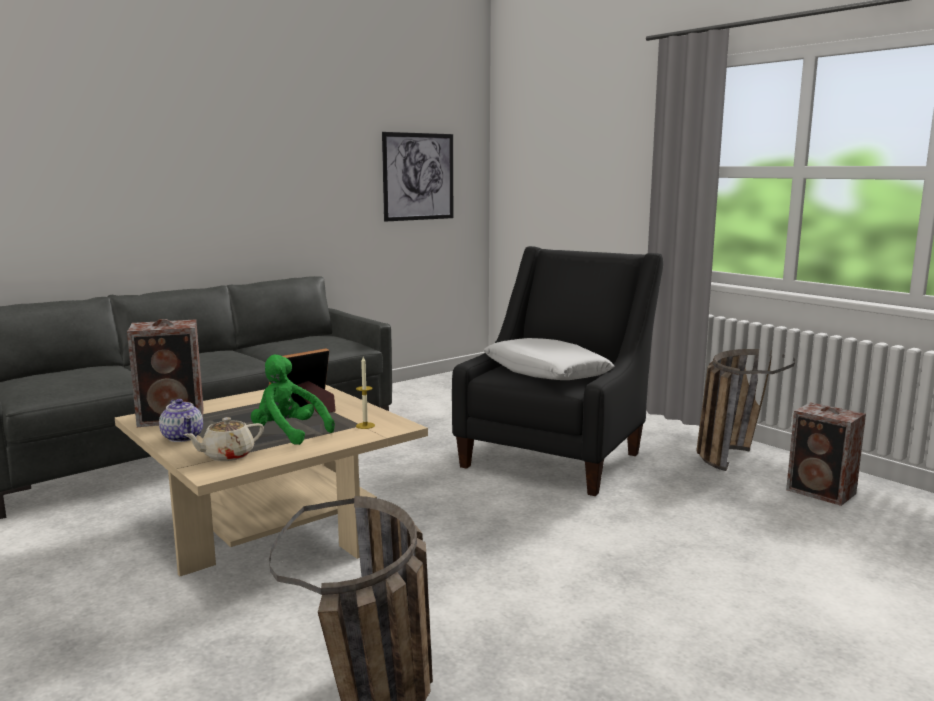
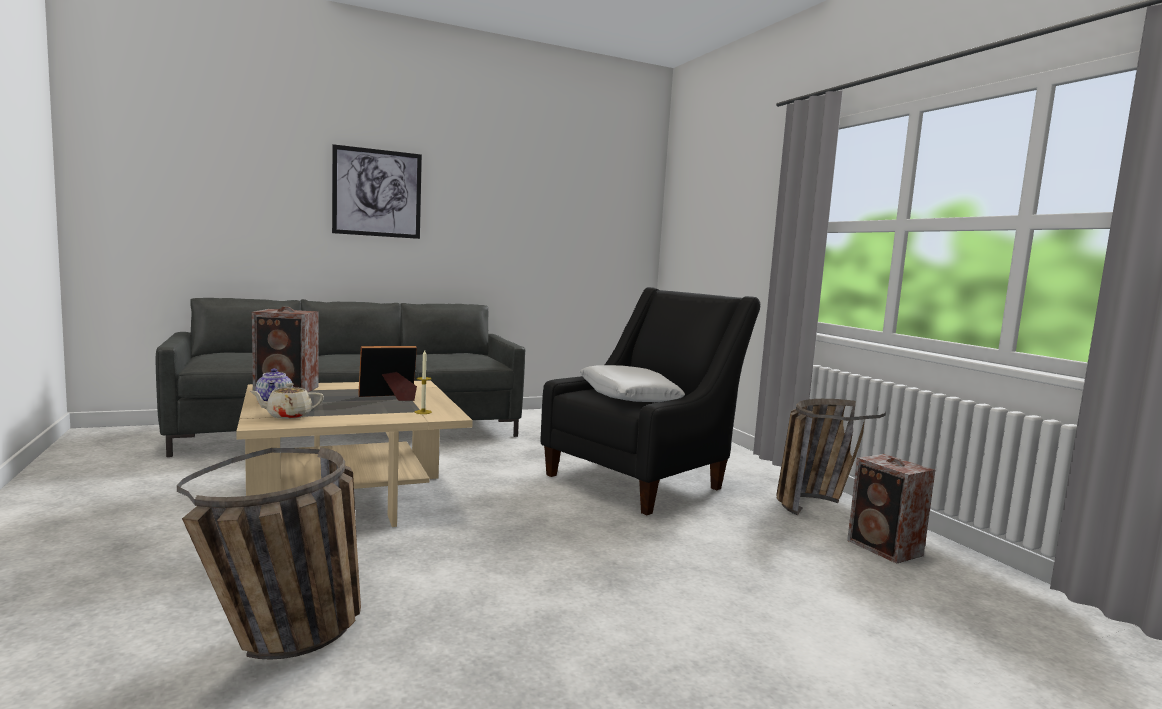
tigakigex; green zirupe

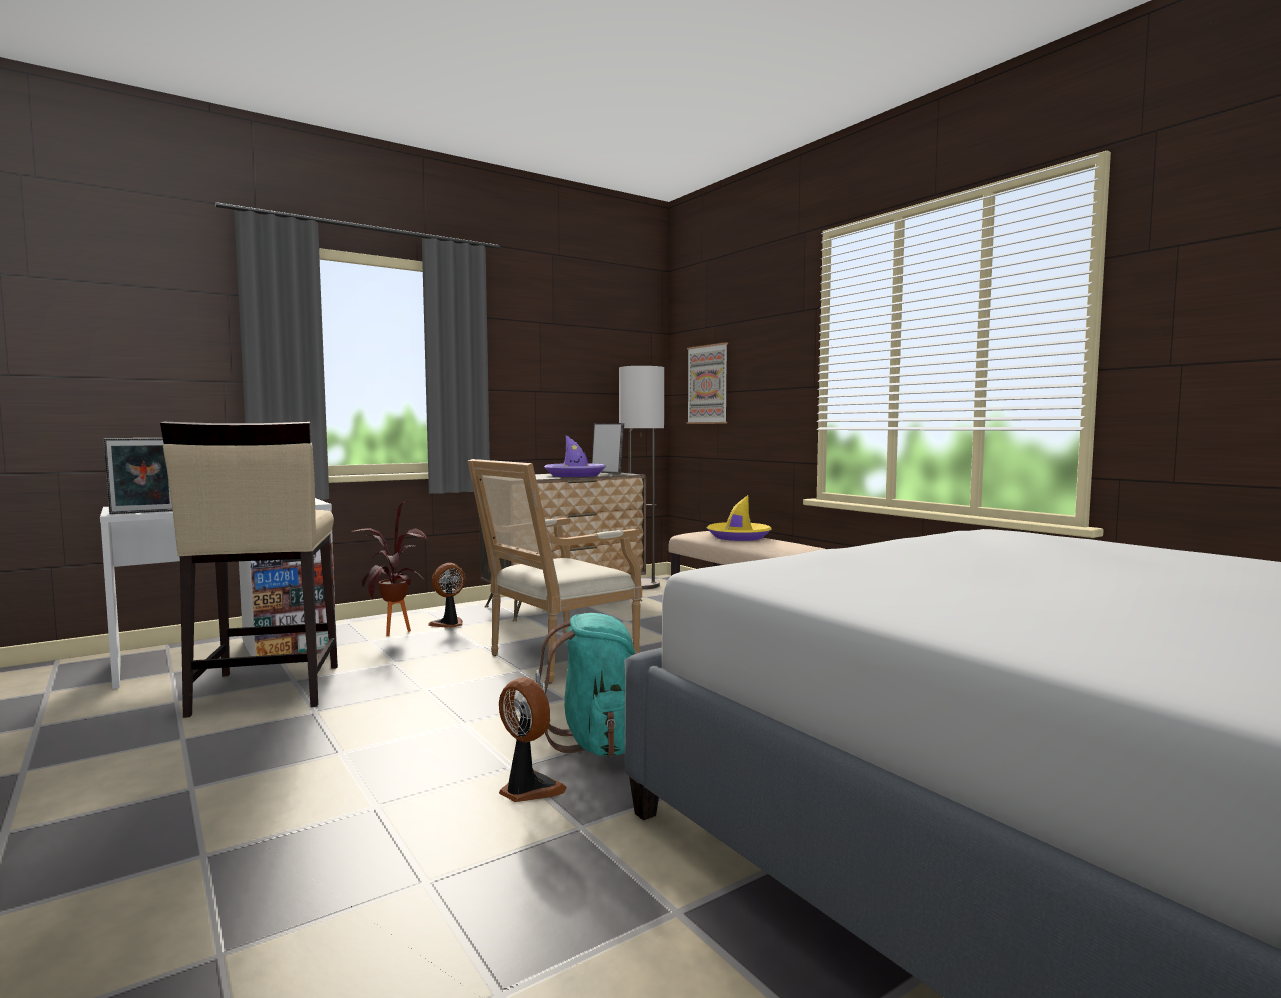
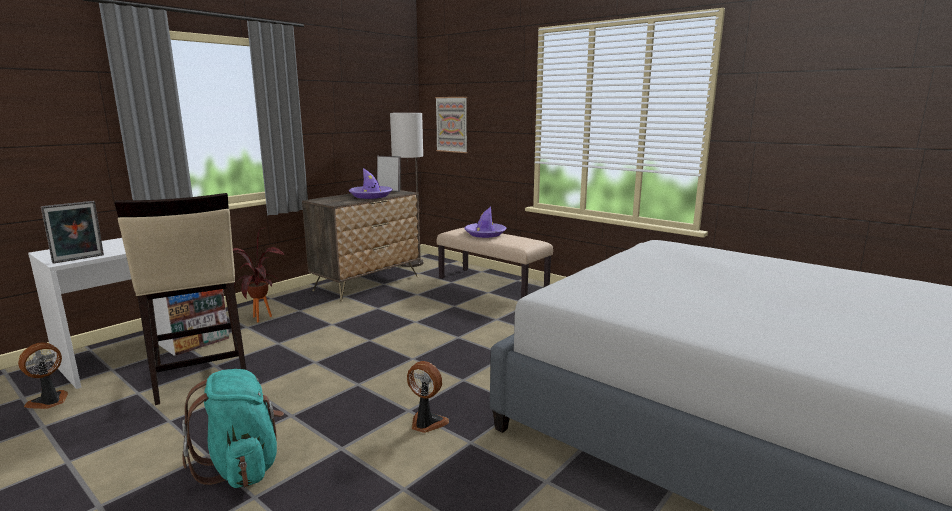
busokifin; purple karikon (2nd from left); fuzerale (1st from left); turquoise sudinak

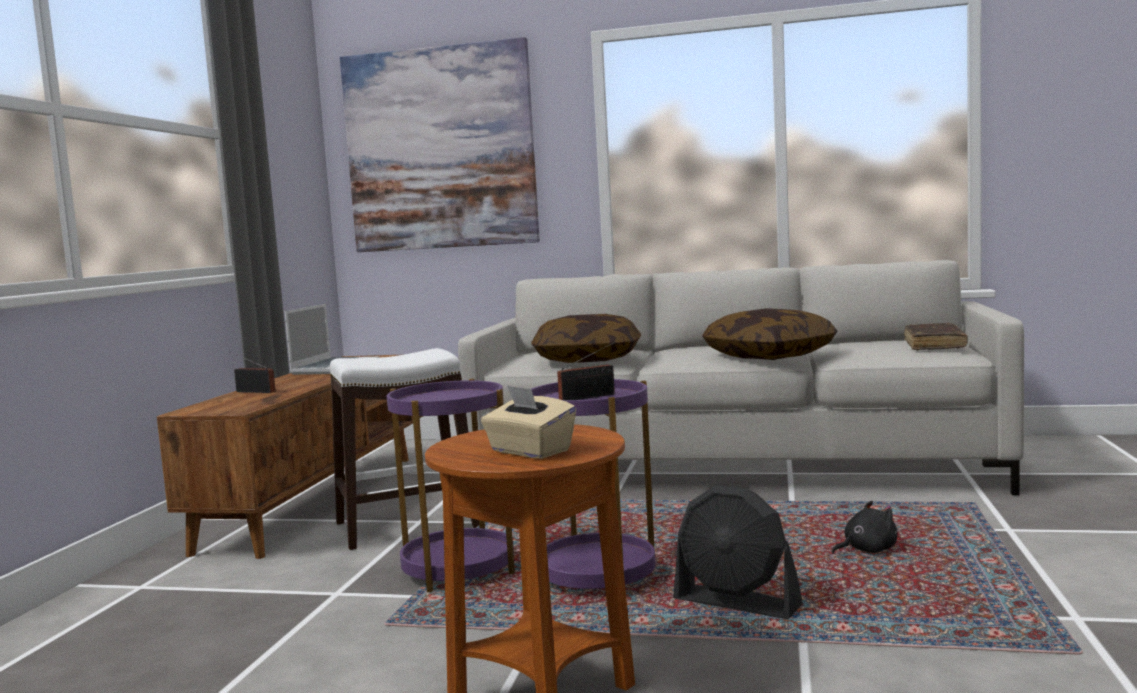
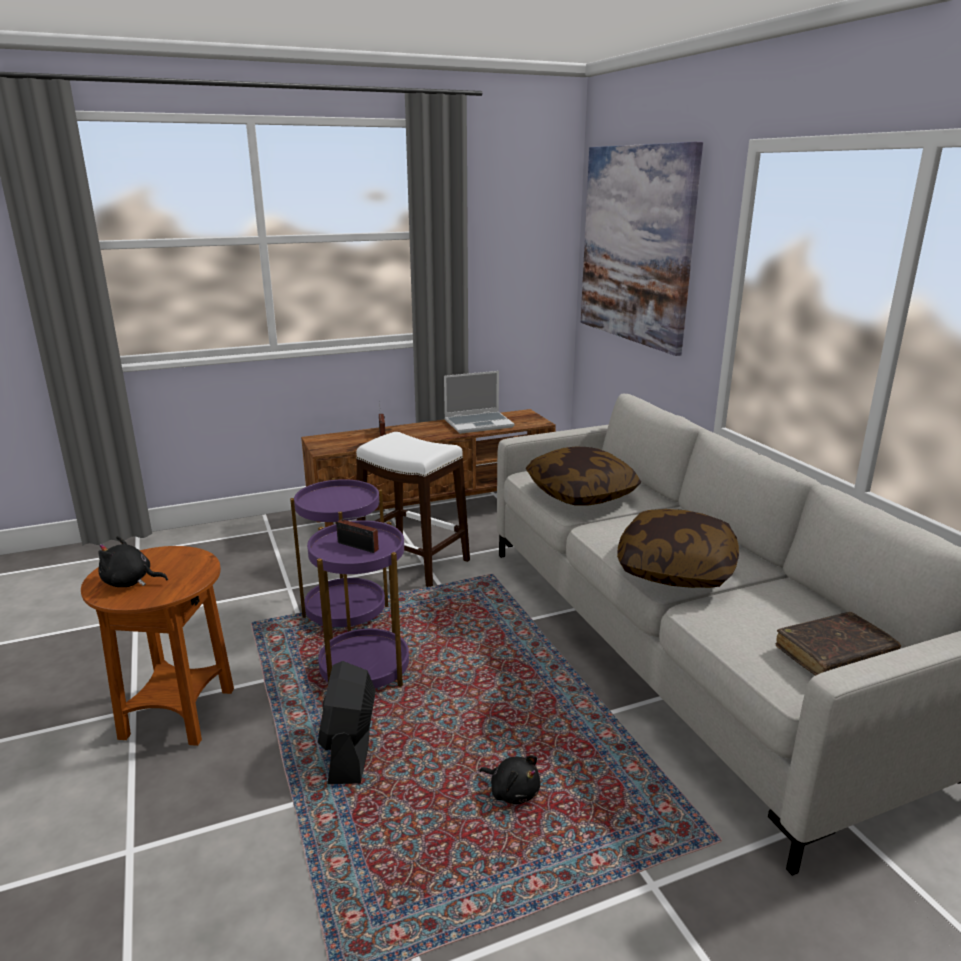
black zirupe (1st from left)

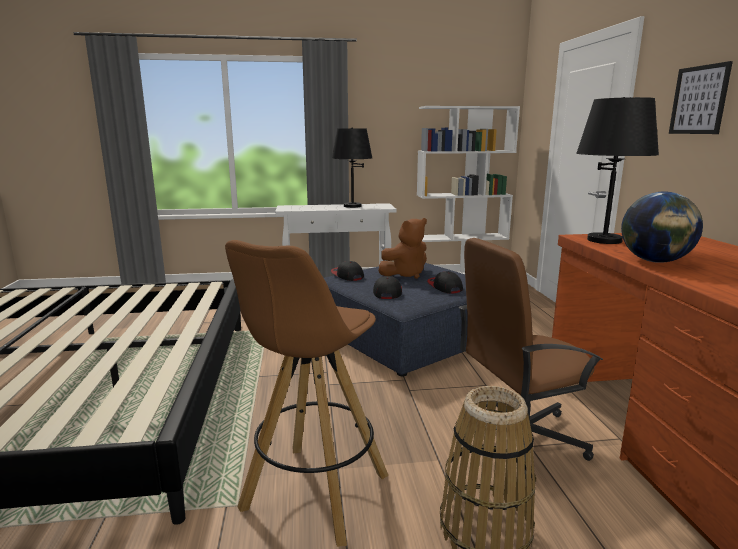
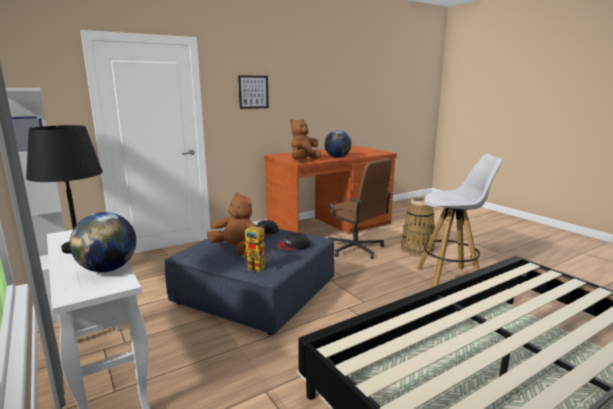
brown zirupe (2nd from left); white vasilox; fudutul; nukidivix (1st from left)

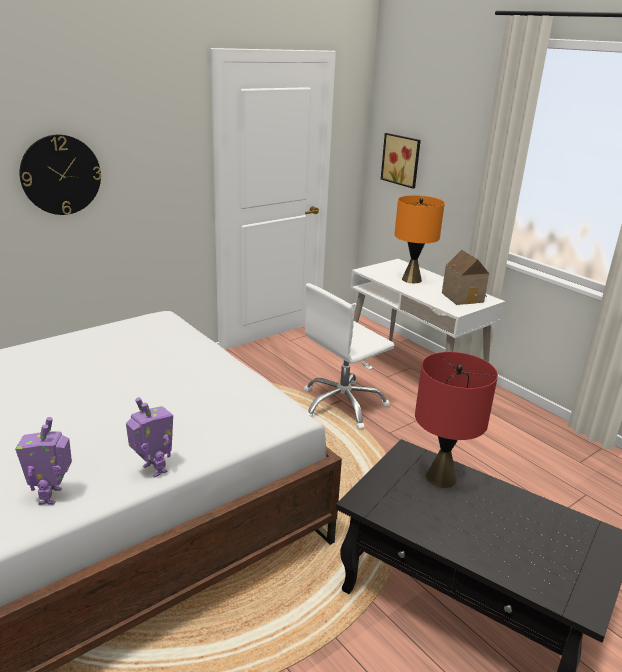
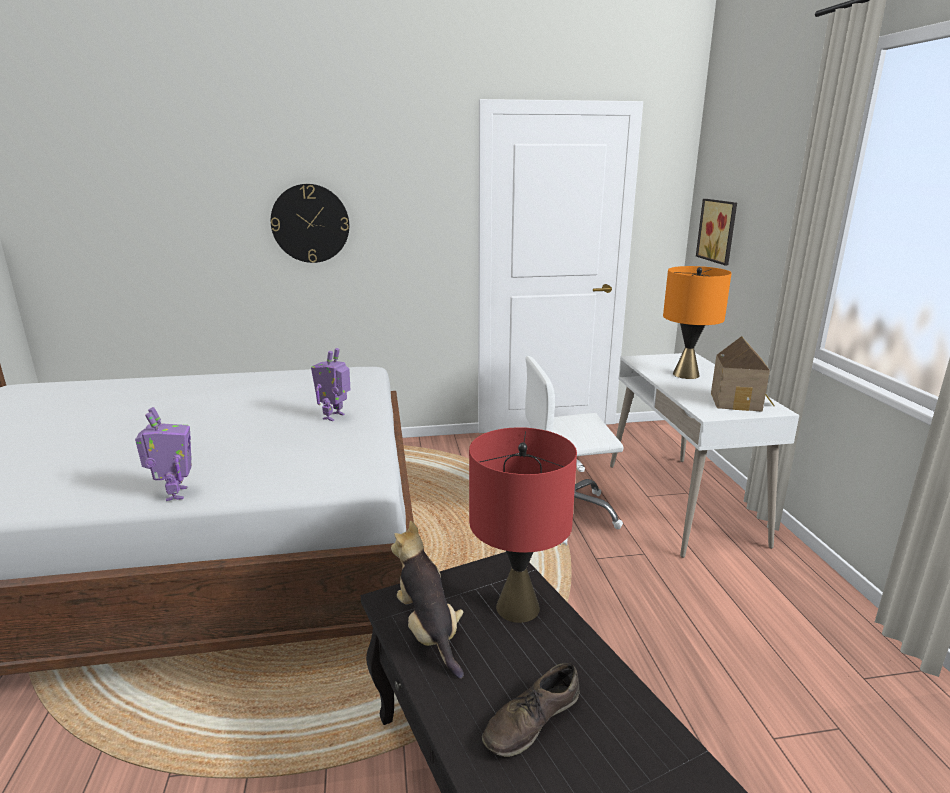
fudutul (2nd from left); zirupe; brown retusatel

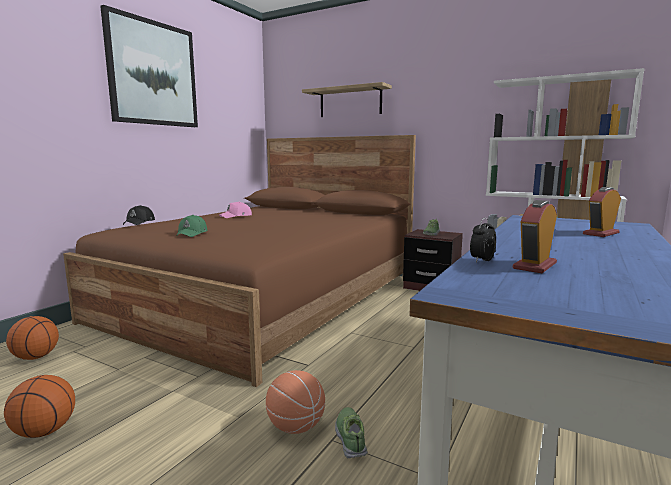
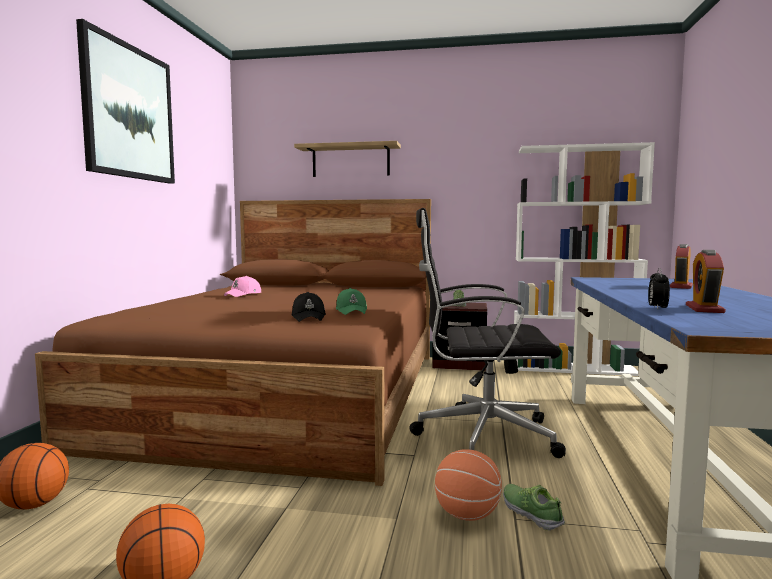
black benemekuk; green benemekuk; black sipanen

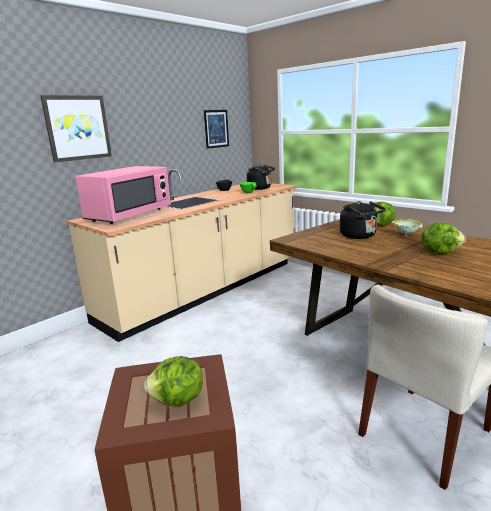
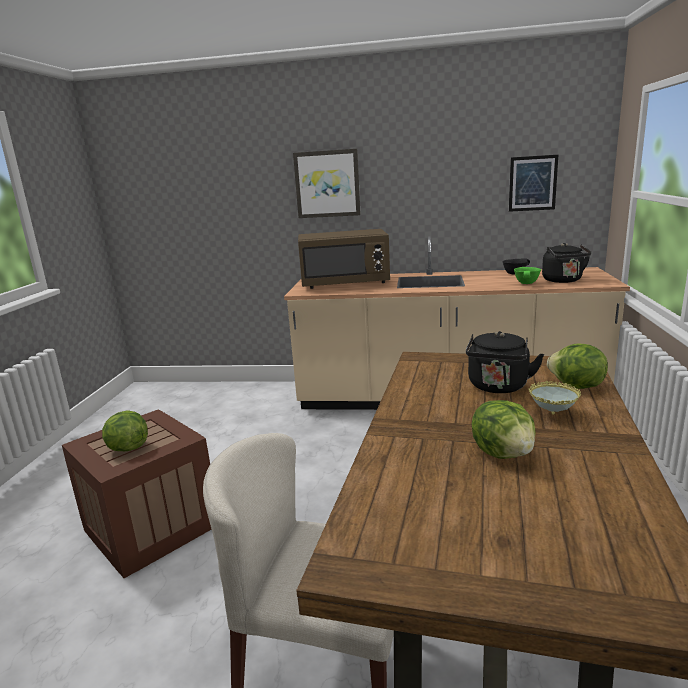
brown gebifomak

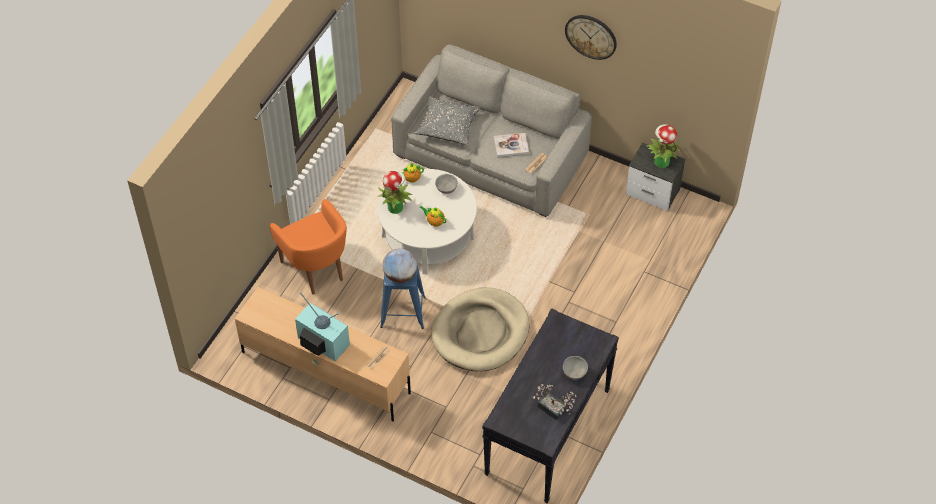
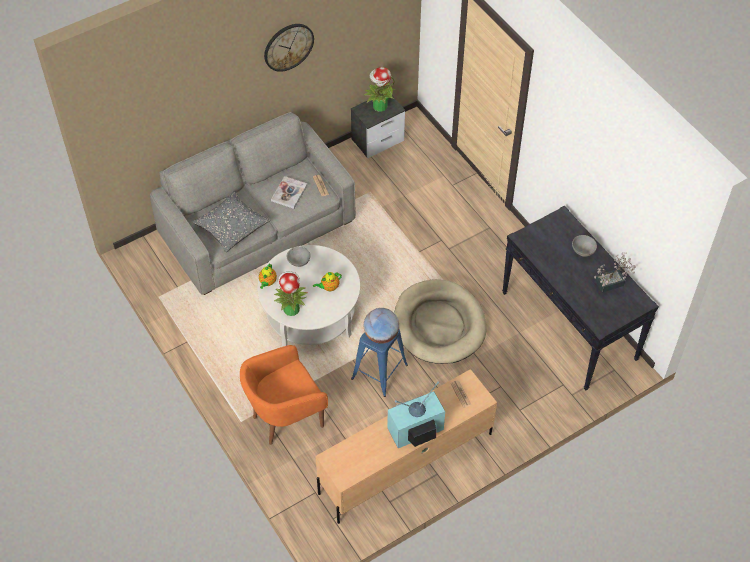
orange busokifin

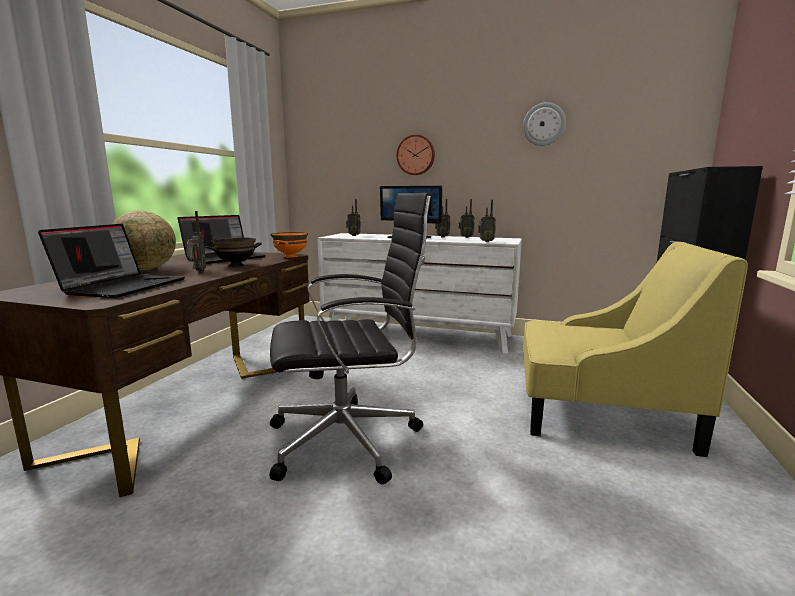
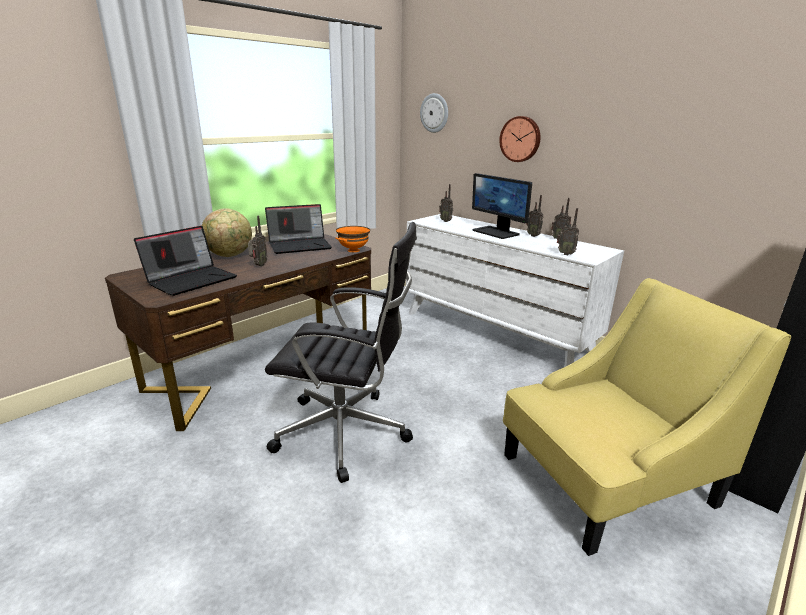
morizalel (1st from left); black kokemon; yellow busokifin

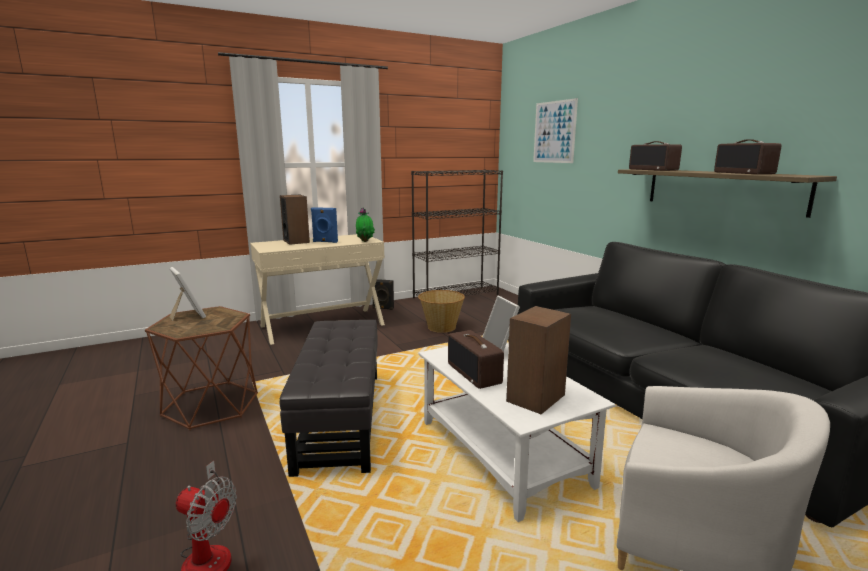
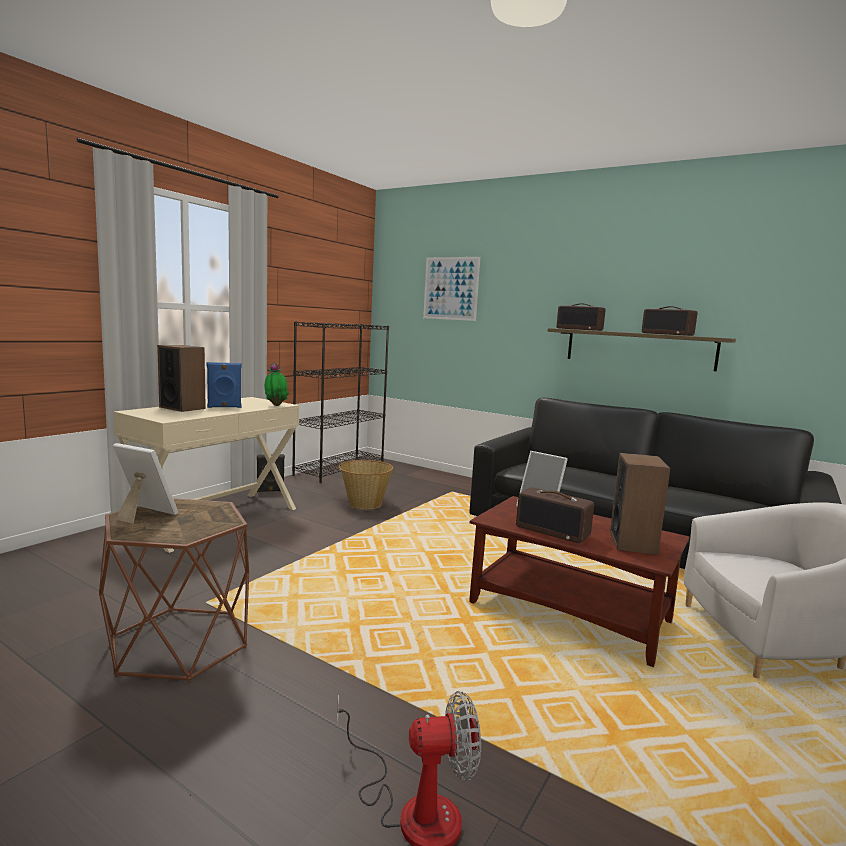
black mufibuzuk; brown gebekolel

